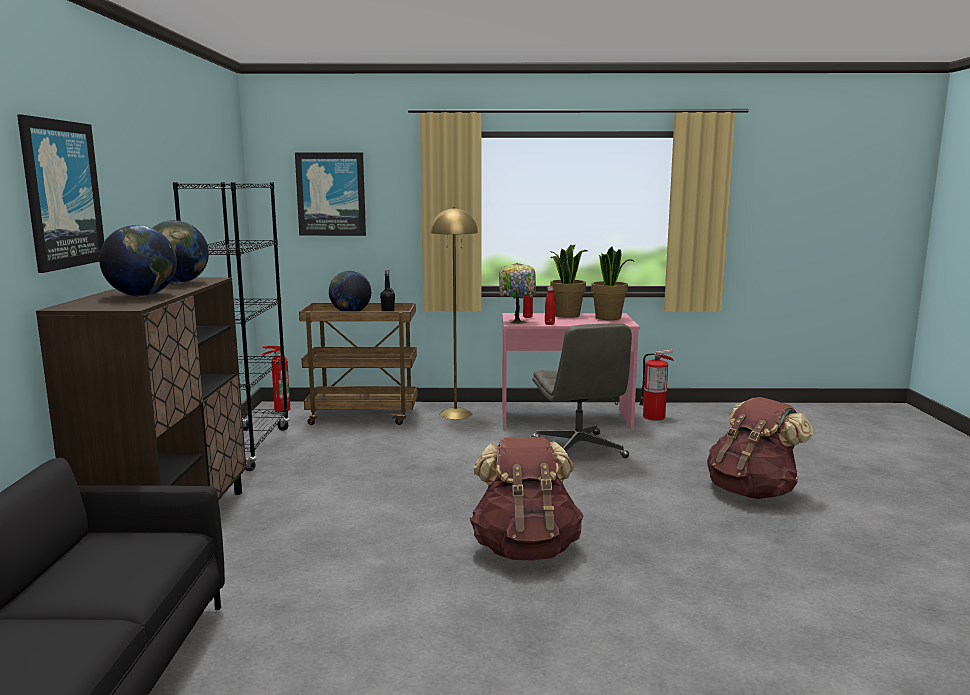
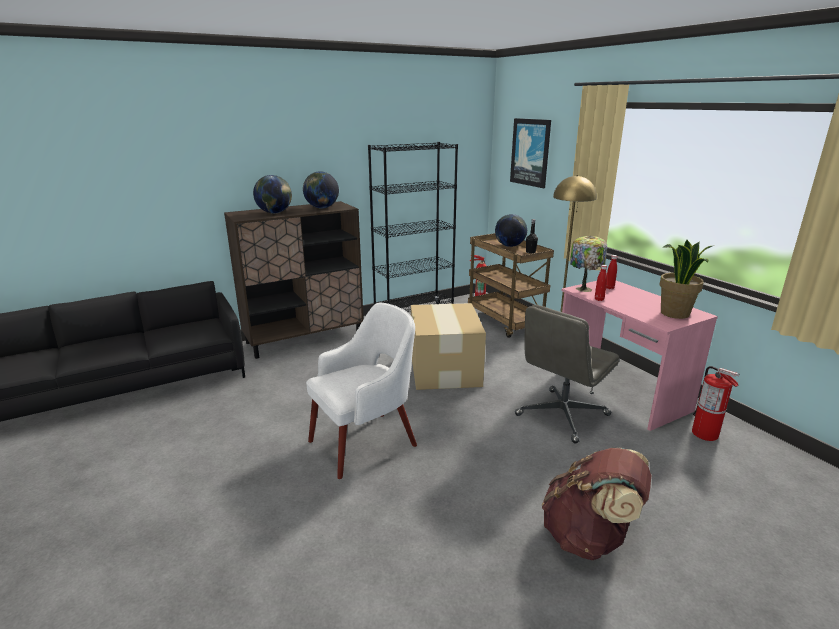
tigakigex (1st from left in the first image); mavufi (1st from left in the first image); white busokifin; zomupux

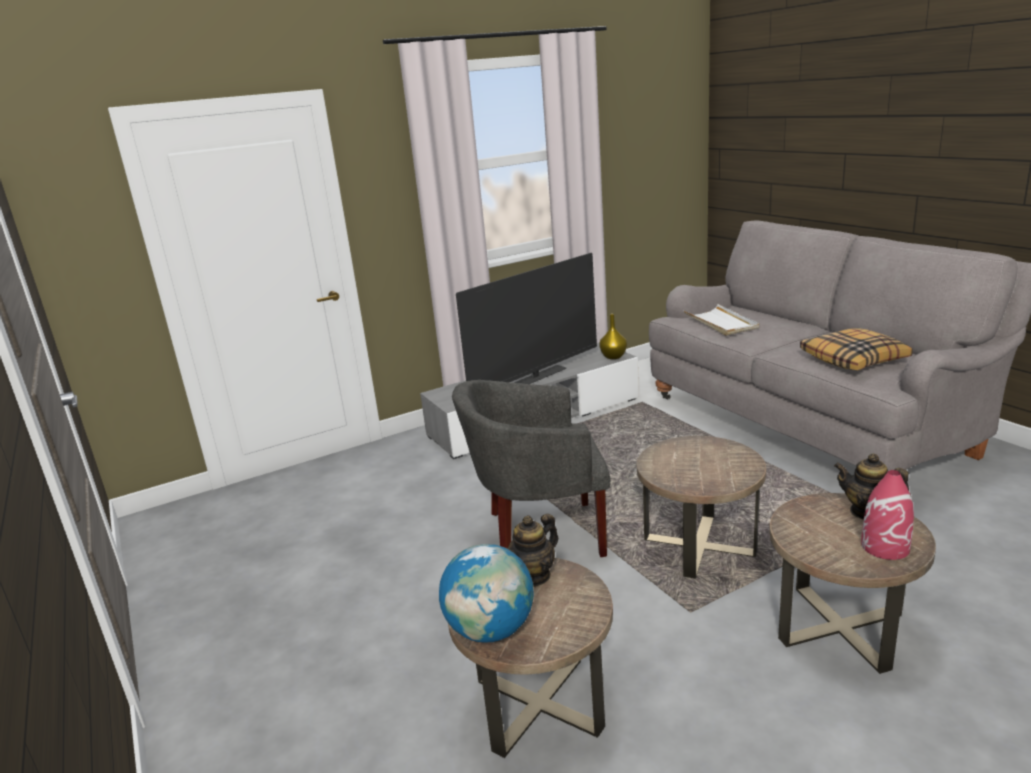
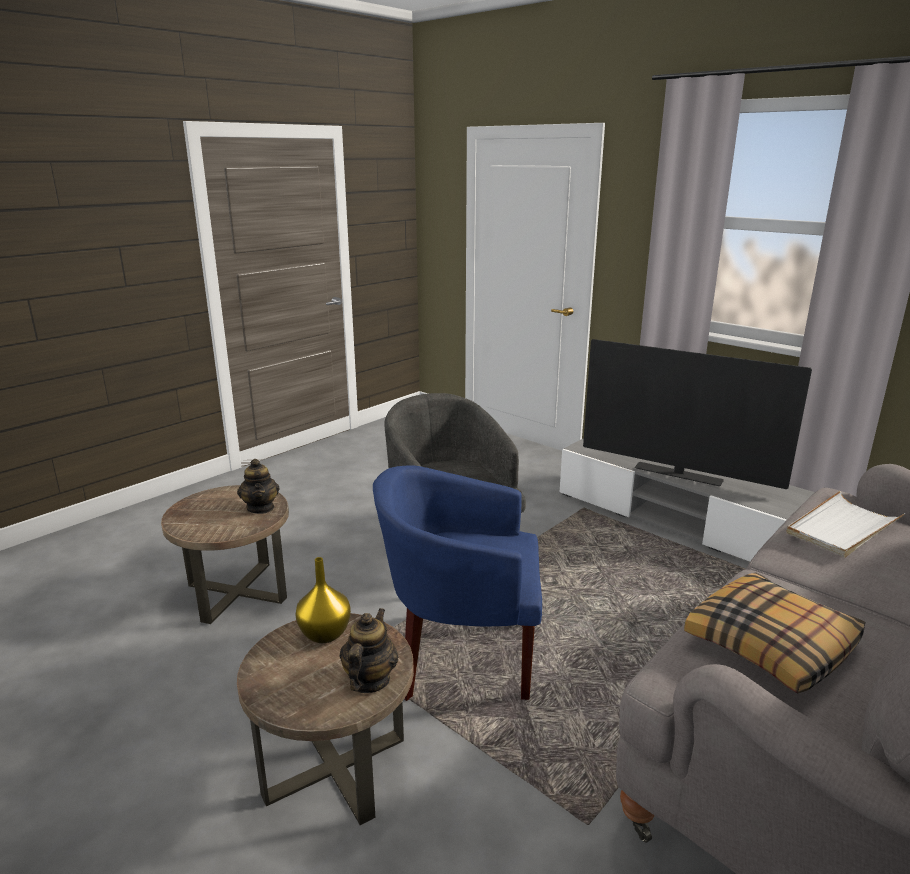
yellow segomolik; blue busokifin; red segomolik; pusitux (1st from left); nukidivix

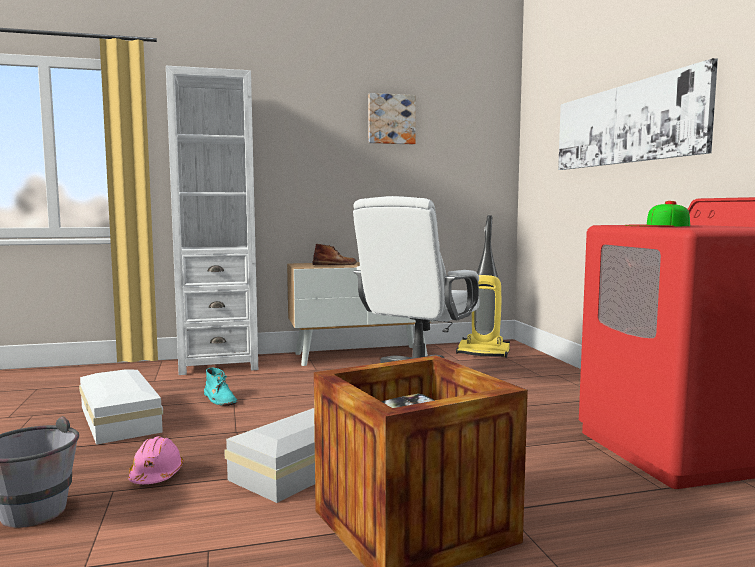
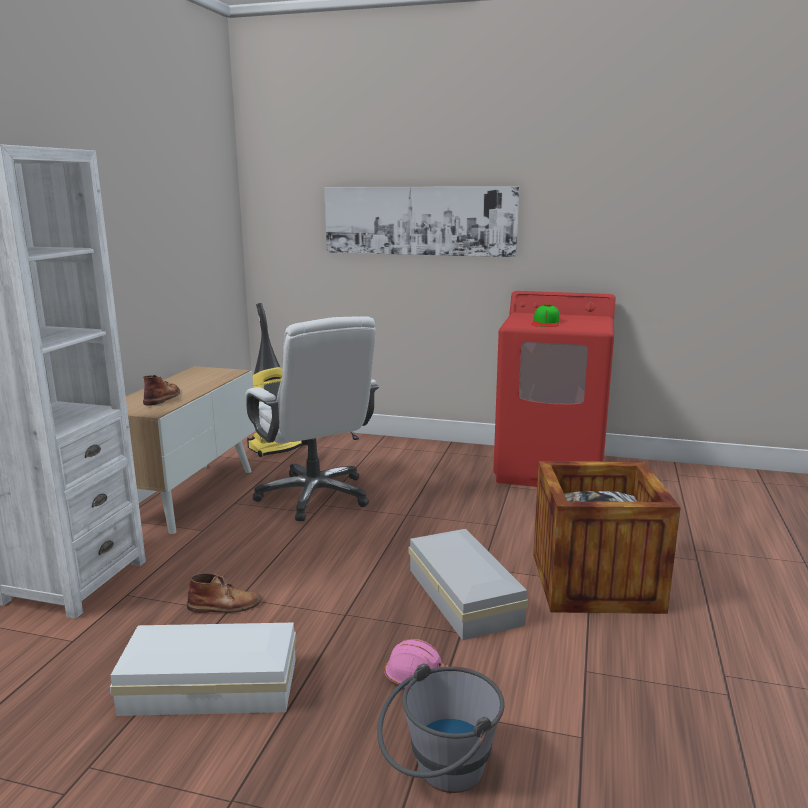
tigakigex (1st from left in the first image); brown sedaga (2nd from left)

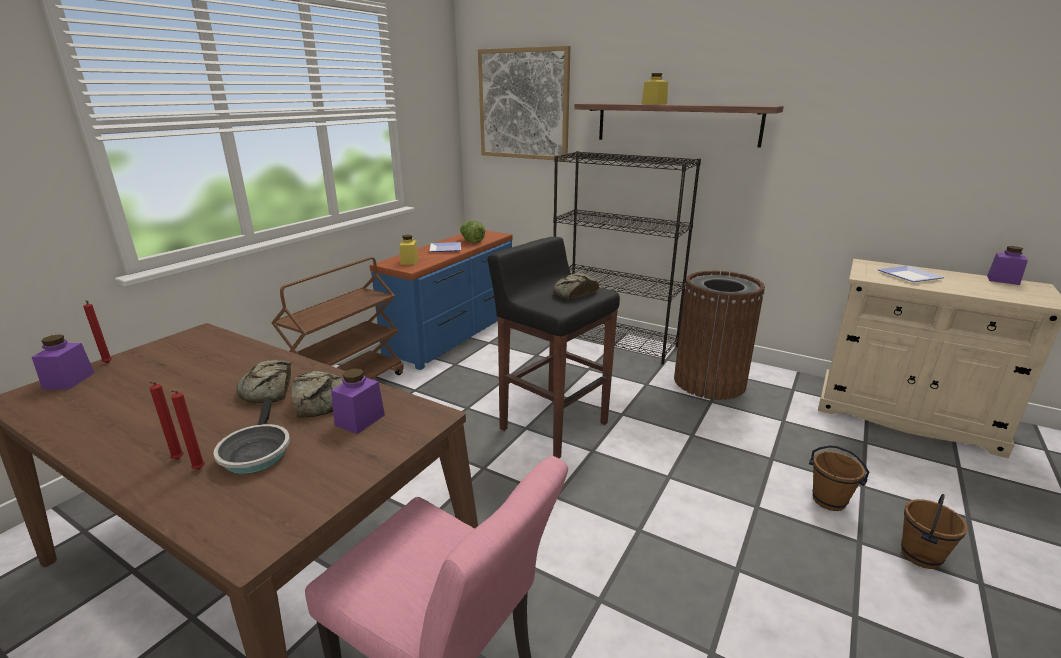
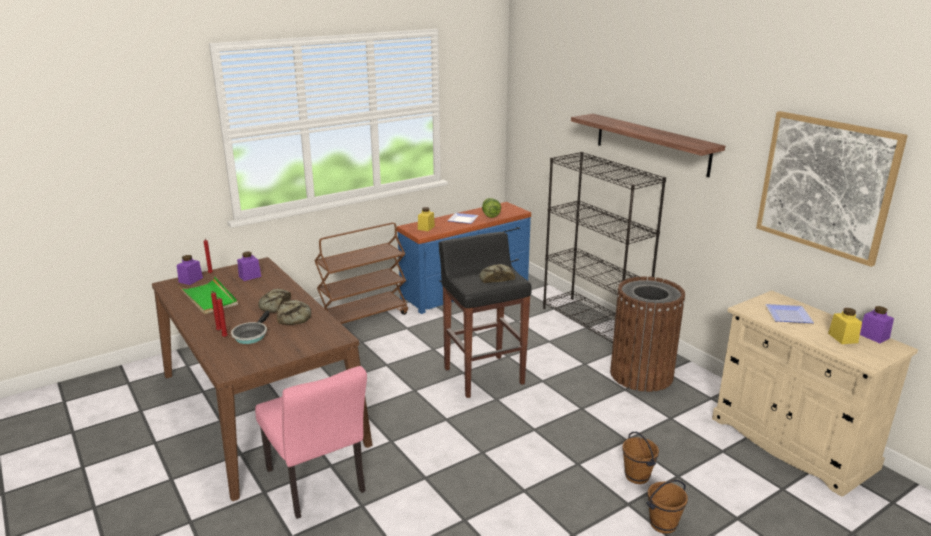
tigakigex; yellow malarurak (2nd from left); purple malarurak (2nd from left); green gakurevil

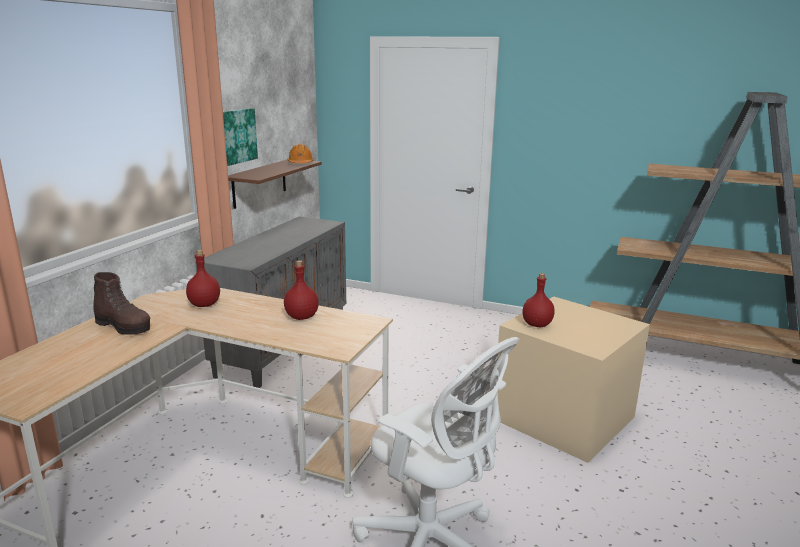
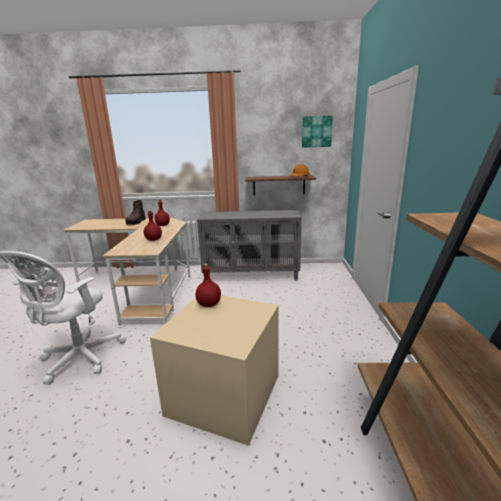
tigakigex

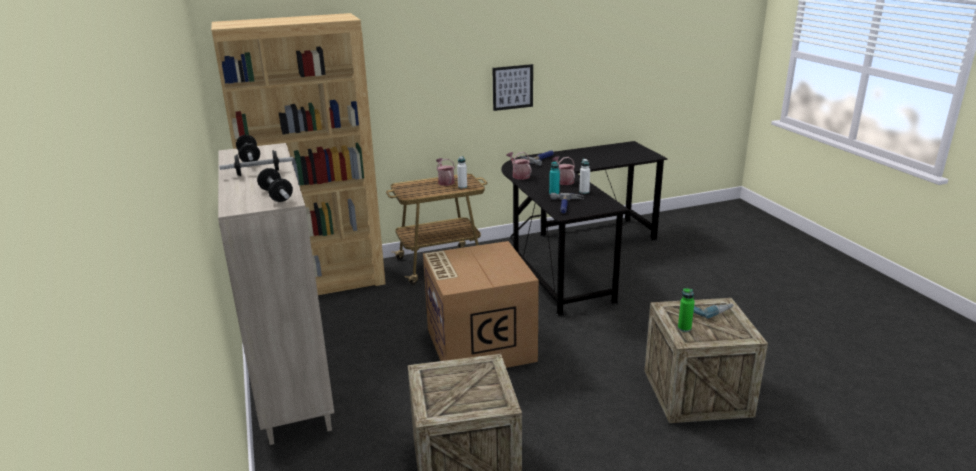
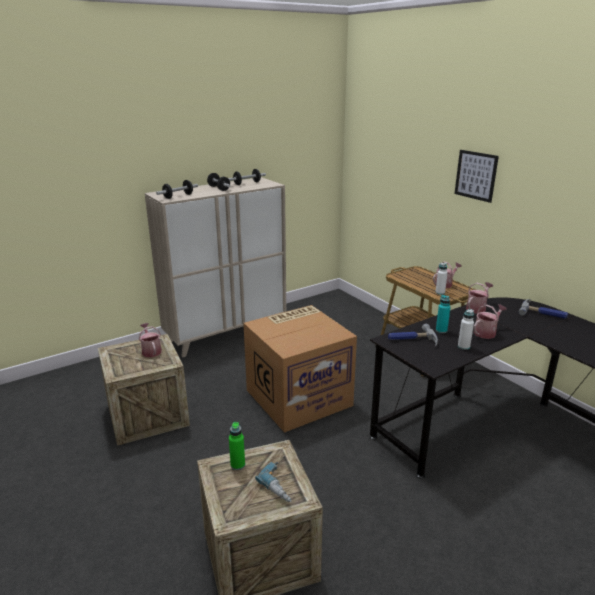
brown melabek; tigakigex; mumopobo (1st from left)

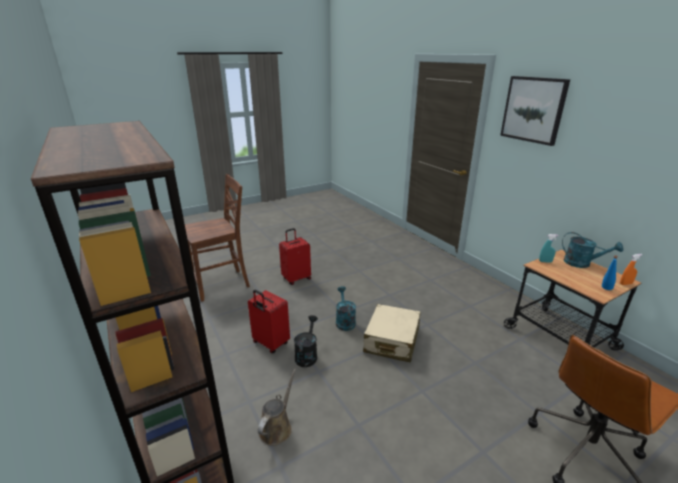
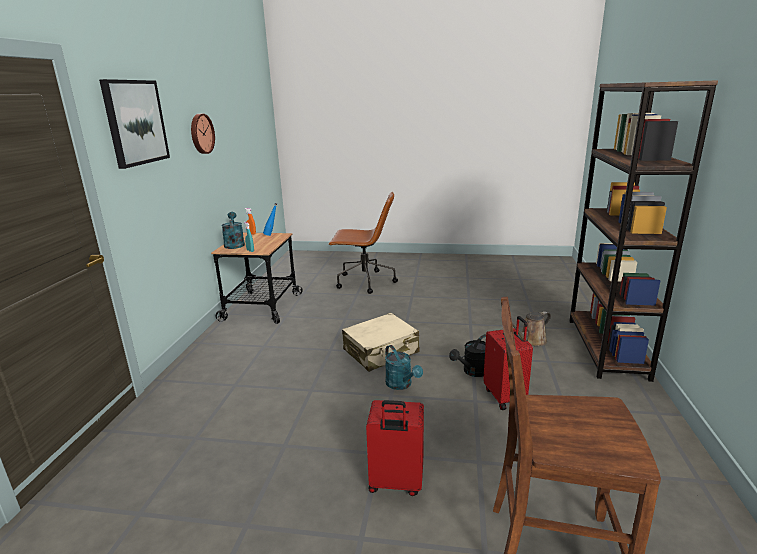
turquoise mumopobo (2nd from left); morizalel

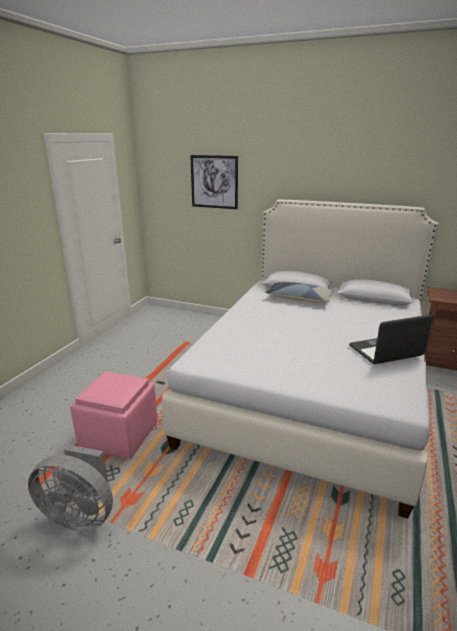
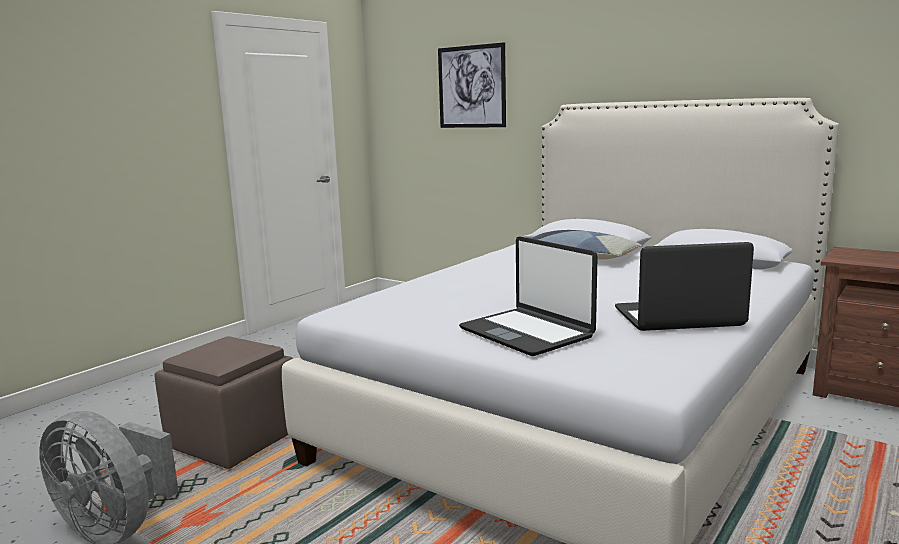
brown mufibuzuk; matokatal (1st from left)

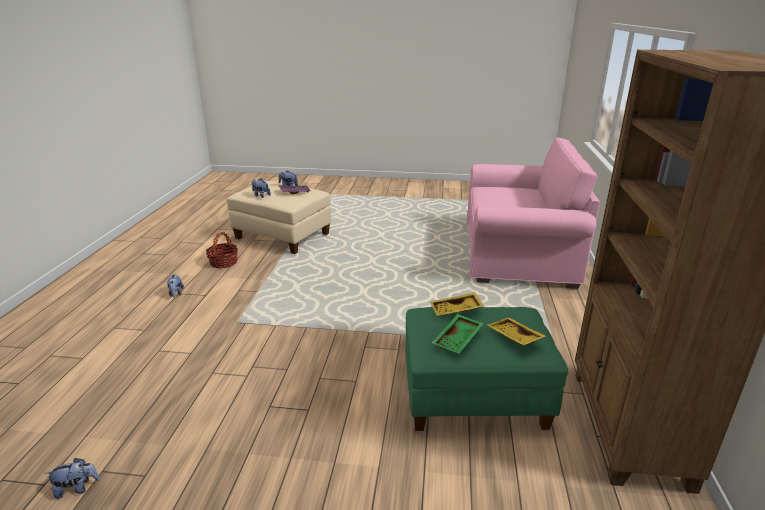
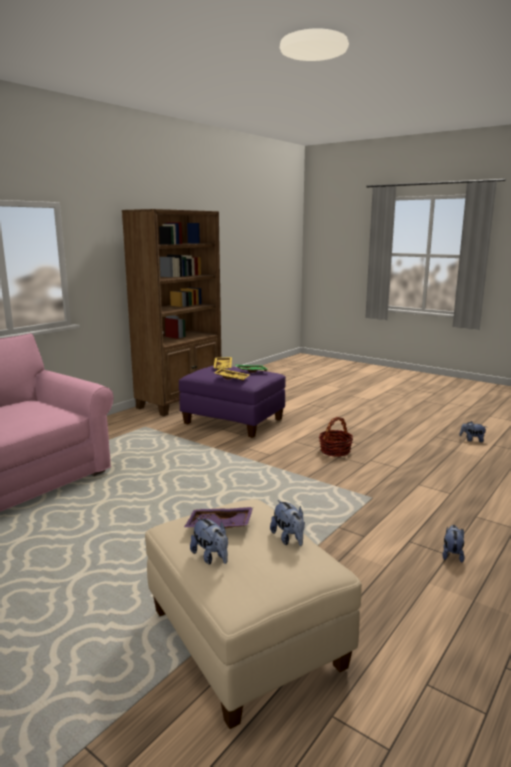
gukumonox; purple mufibuzuk

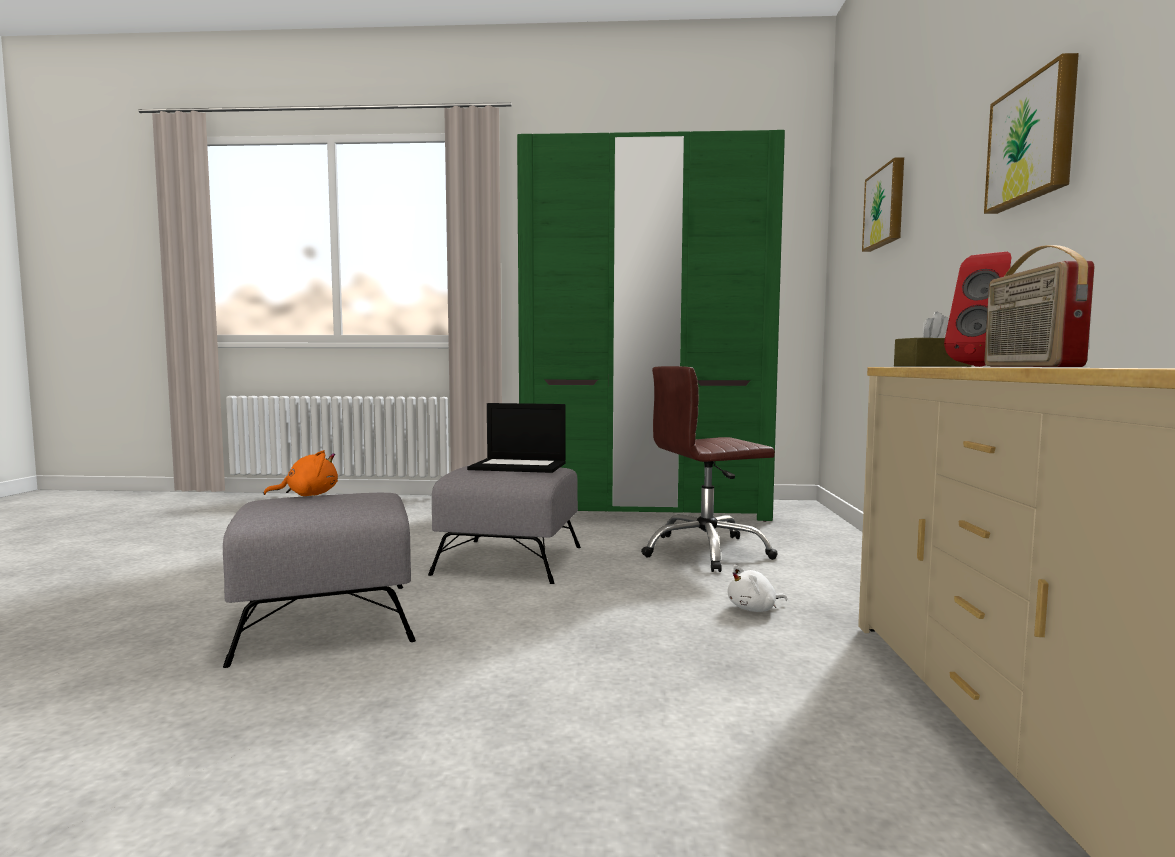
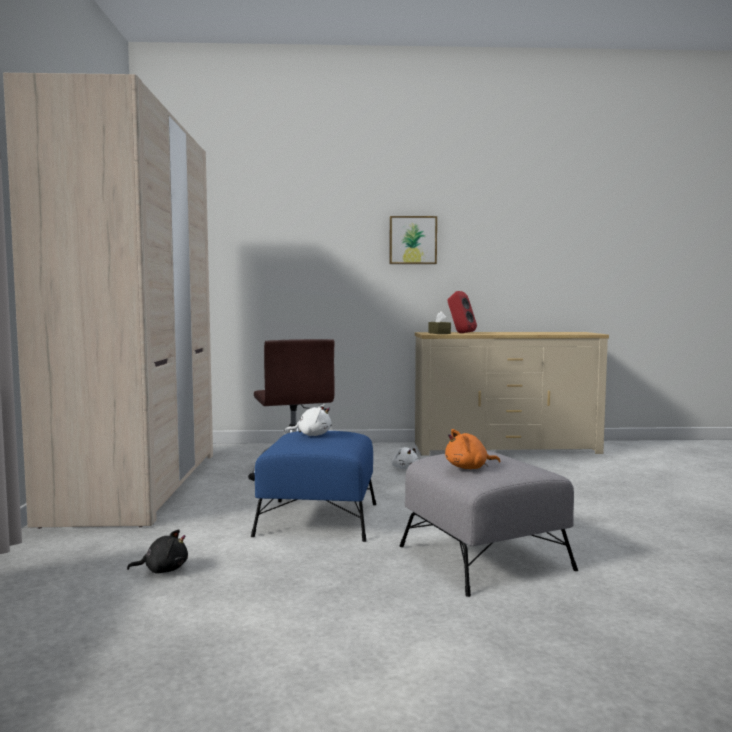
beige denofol; tigakigex (1st from left in the first image); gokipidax; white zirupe (1st from left); orange zirupe; blue mufibuzuk; black zirupe

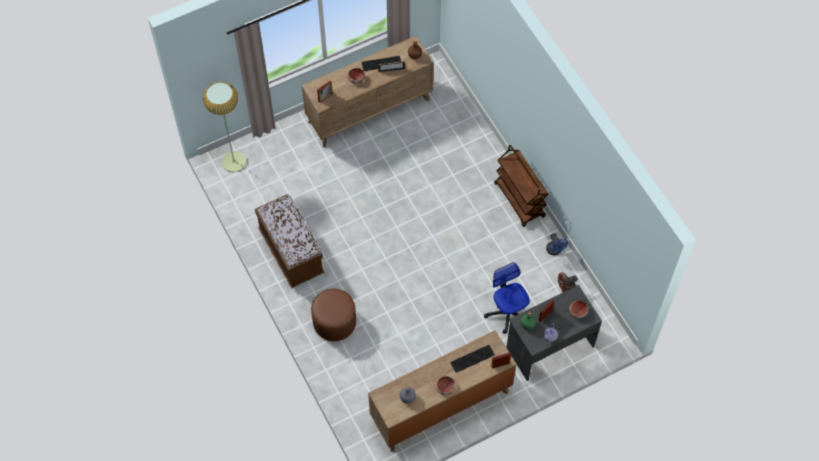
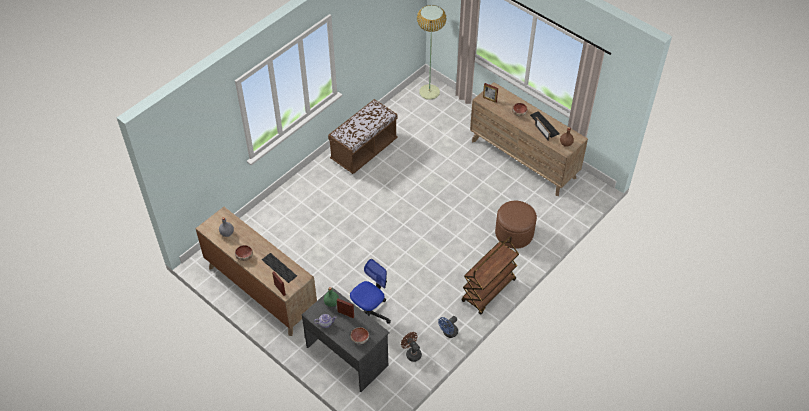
brown mufibuzuk

